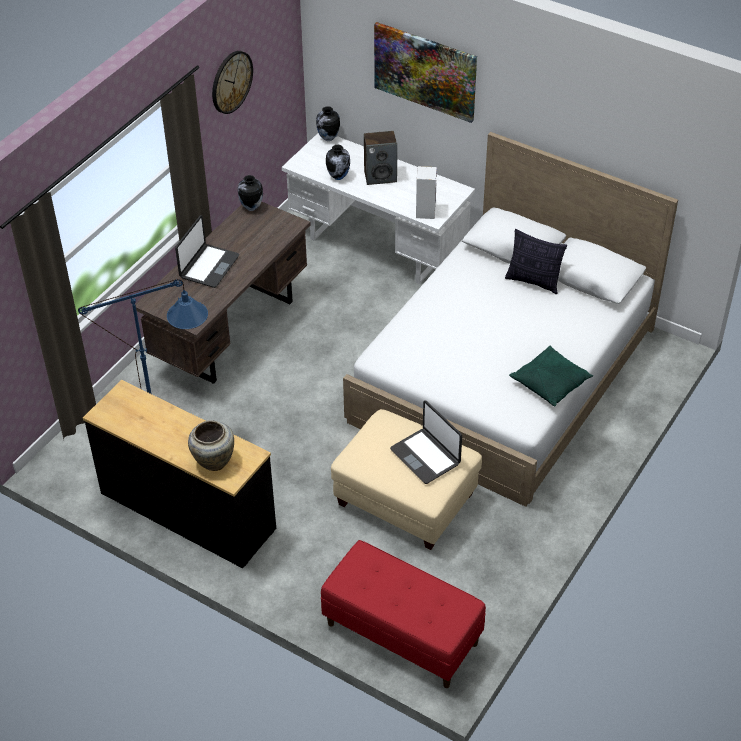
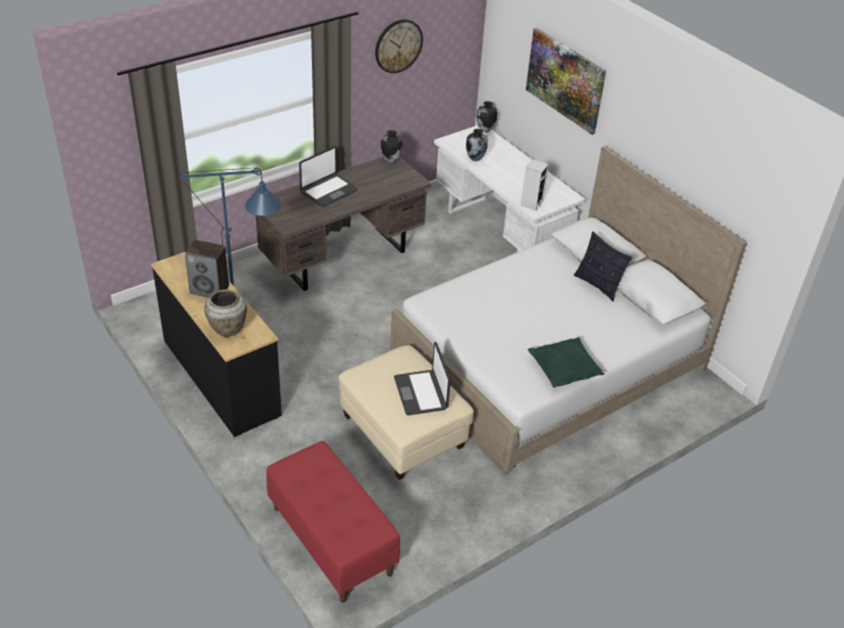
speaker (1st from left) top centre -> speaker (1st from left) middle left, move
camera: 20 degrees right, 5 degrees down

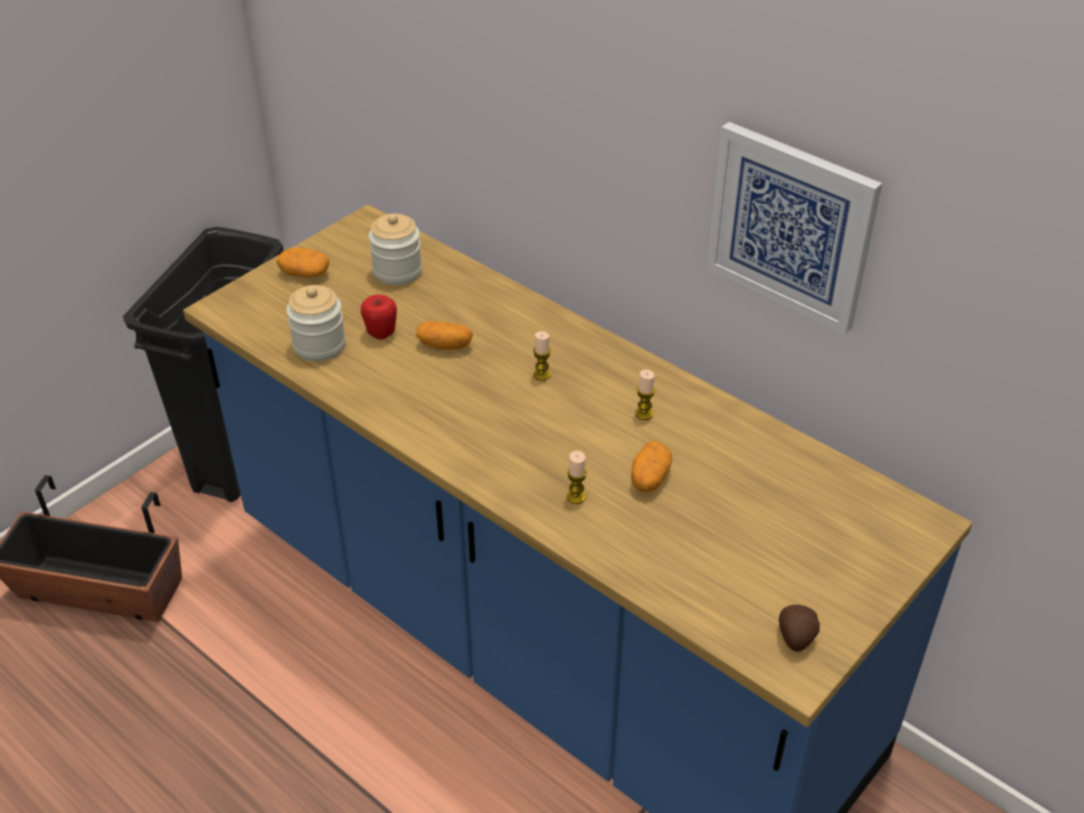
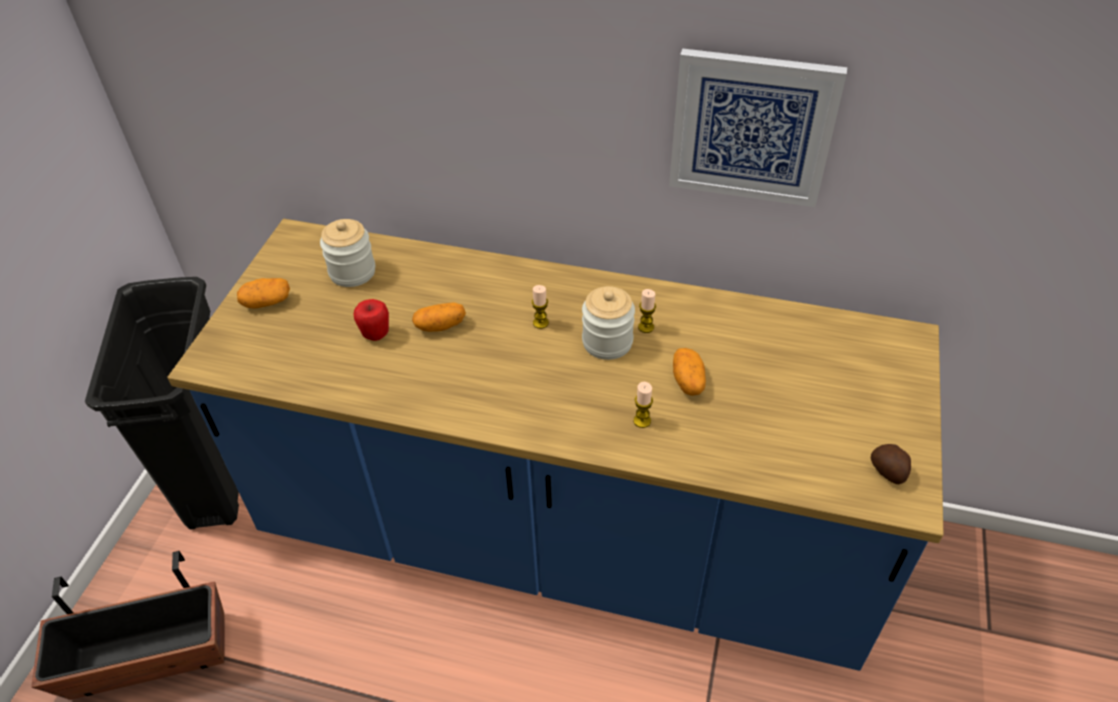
jar (1st from left in the first image) middle left -> jar (2nd from left) centre, move
camera: 25 degrees left, 5 degrees up

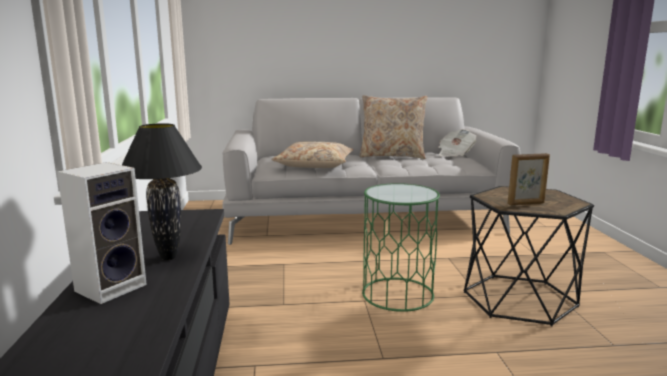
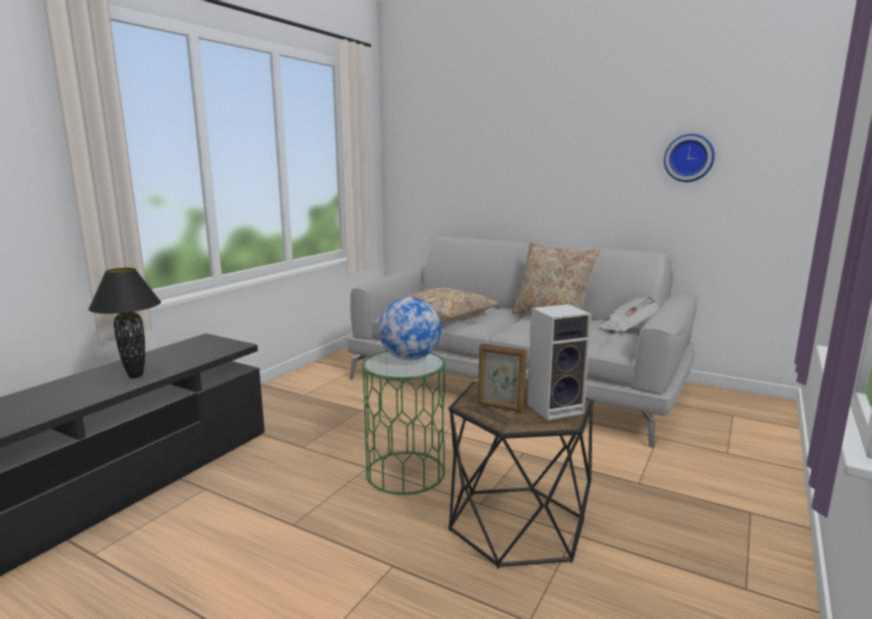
speaker middle left -> speaker centre, move
none -> wall clock top right
none -> globe centre
camera: 35 degrees right, 0 degrees up

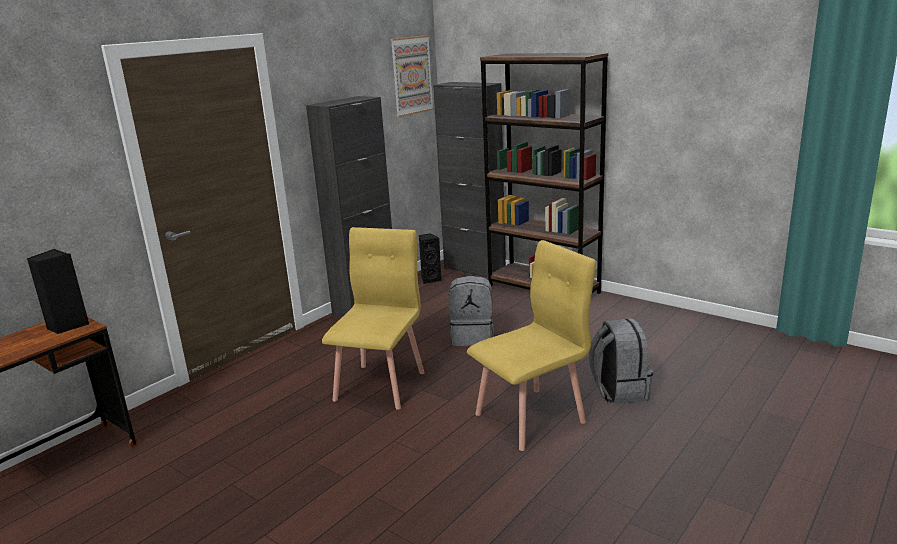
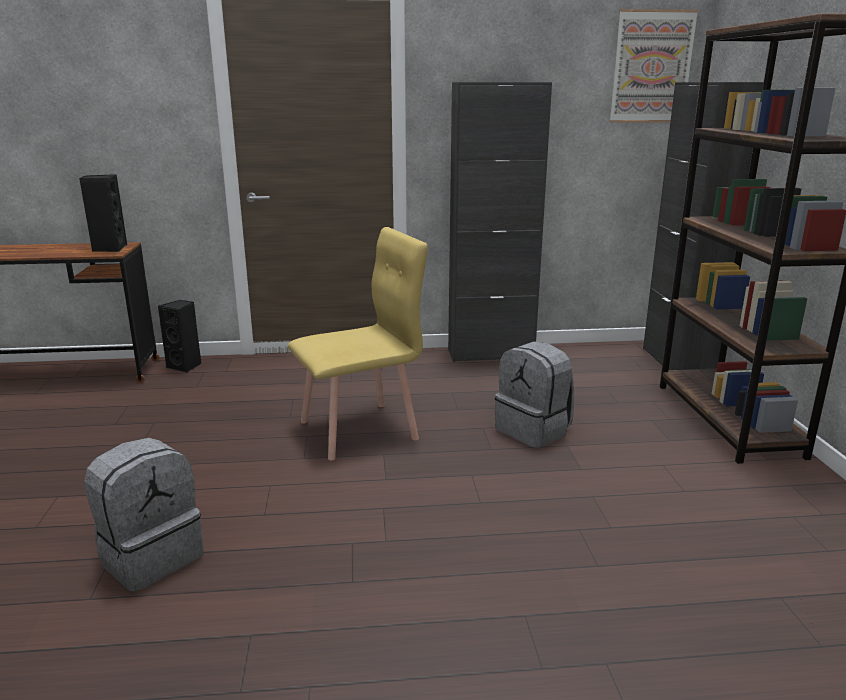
black speaker (2nd from left) centre -> black speaker (2nd from left) middle left, move
yellow chair (2nd from left) centre -> none
grey backpack (2nd from left in the first image) middle right -> grey backpack (1st from left) bottom left, move
camera: 45 degrees right, 0 degrees up

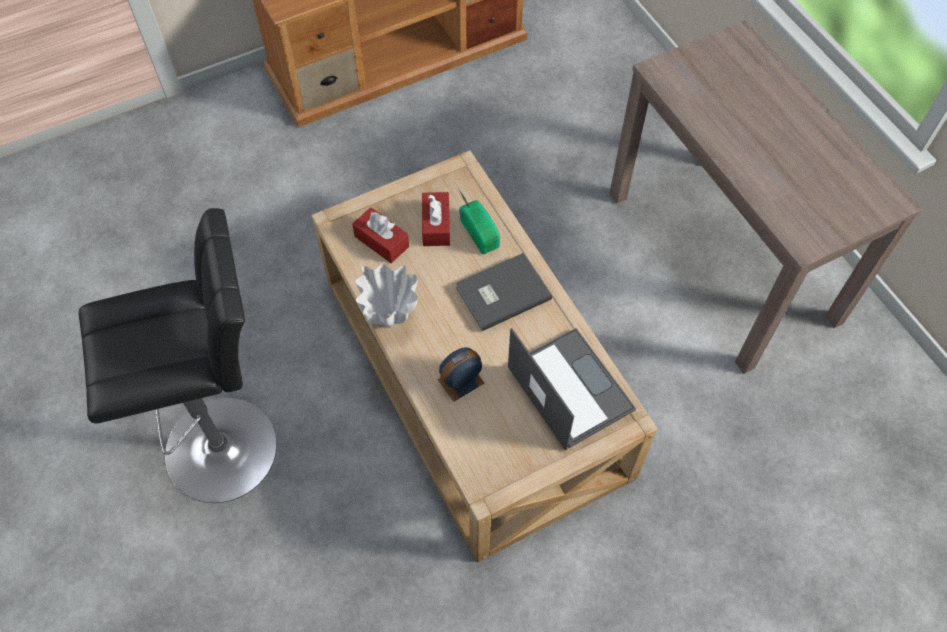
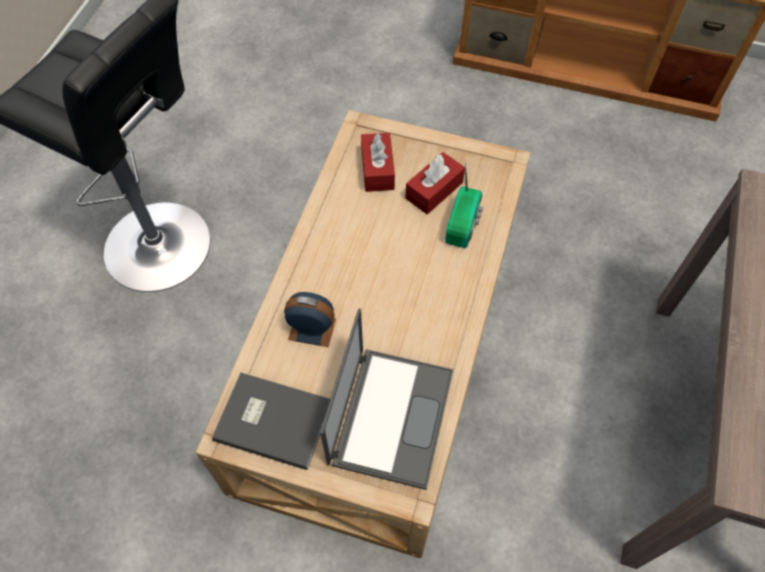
grey book centre -> grey book bottom centre, move
white vase centre -> none
camera: 45 degrees right, 0 degrees up

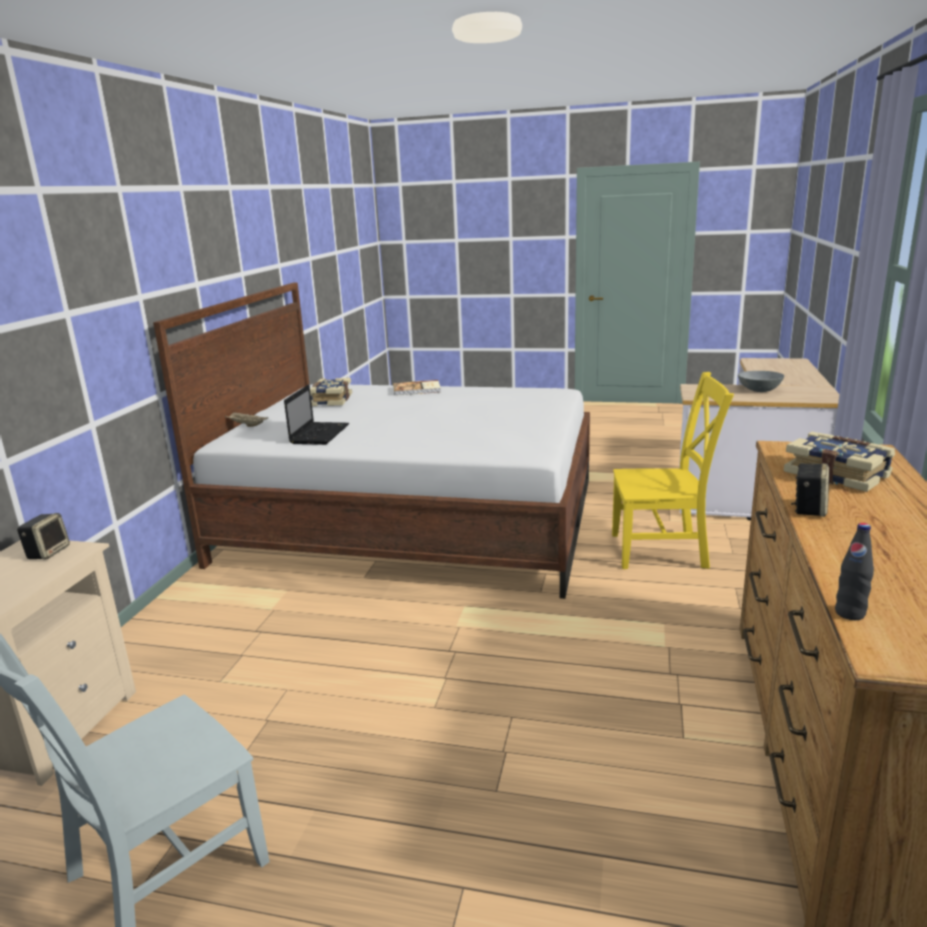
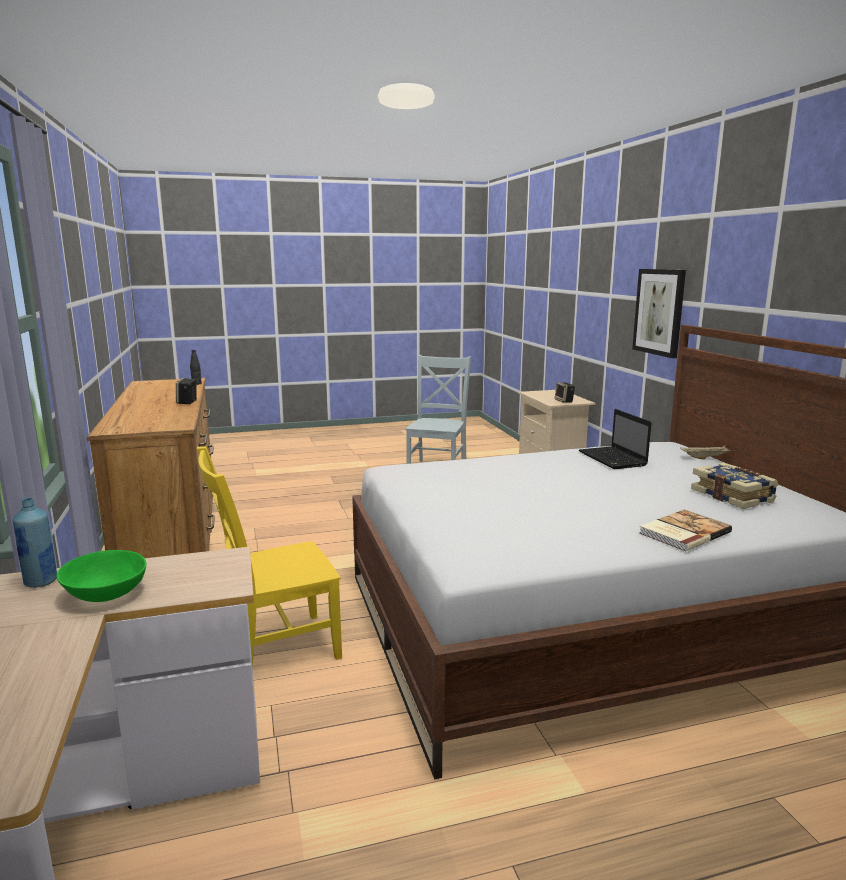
grey bowl middle right -> green bowl middle left
book (3rd from left) middle right -> none
none -> picture middle right
none -> blue bottle middle left
camera: 150 degrees right, 5 degrees down

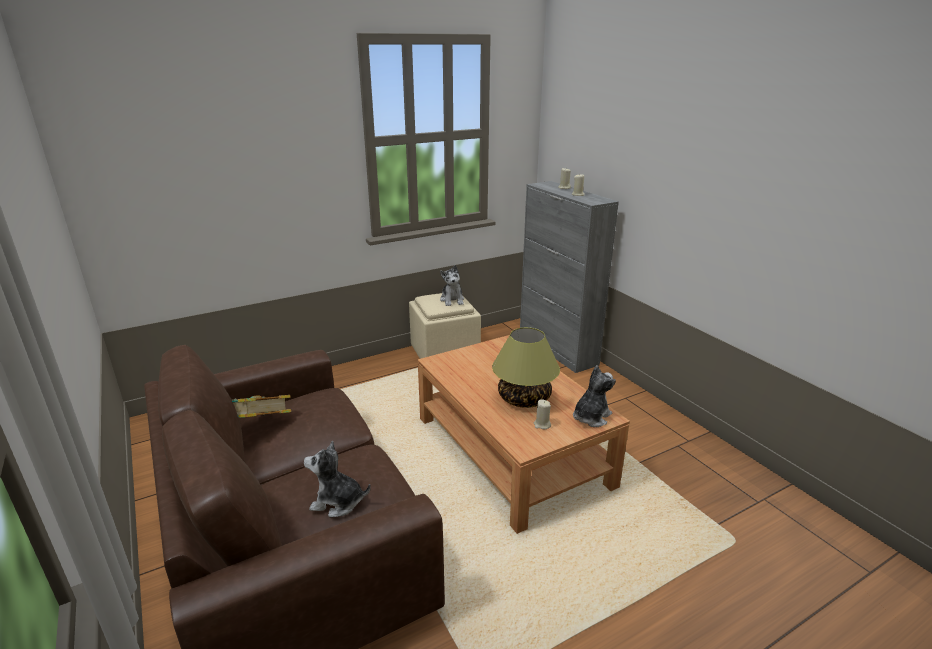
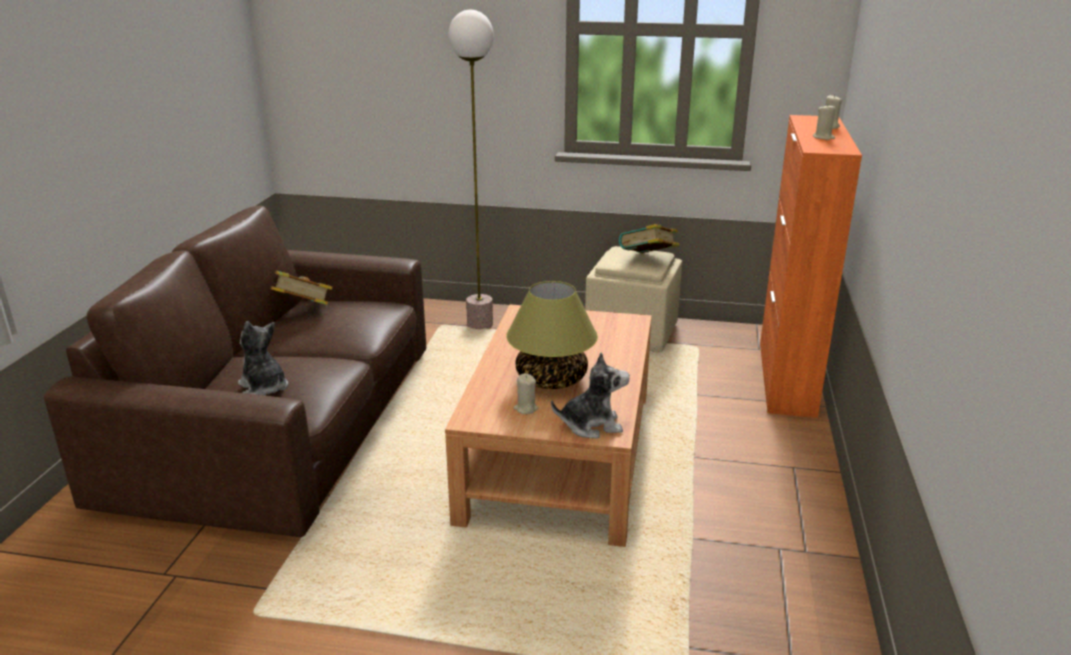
grey cabinet centre -> orange cabinet middle right
plush toy (2nd from left) centre -> book (2nd from left) centre
none -> floor lamp top centre
camera: 40 degrees right, 0 degrees up

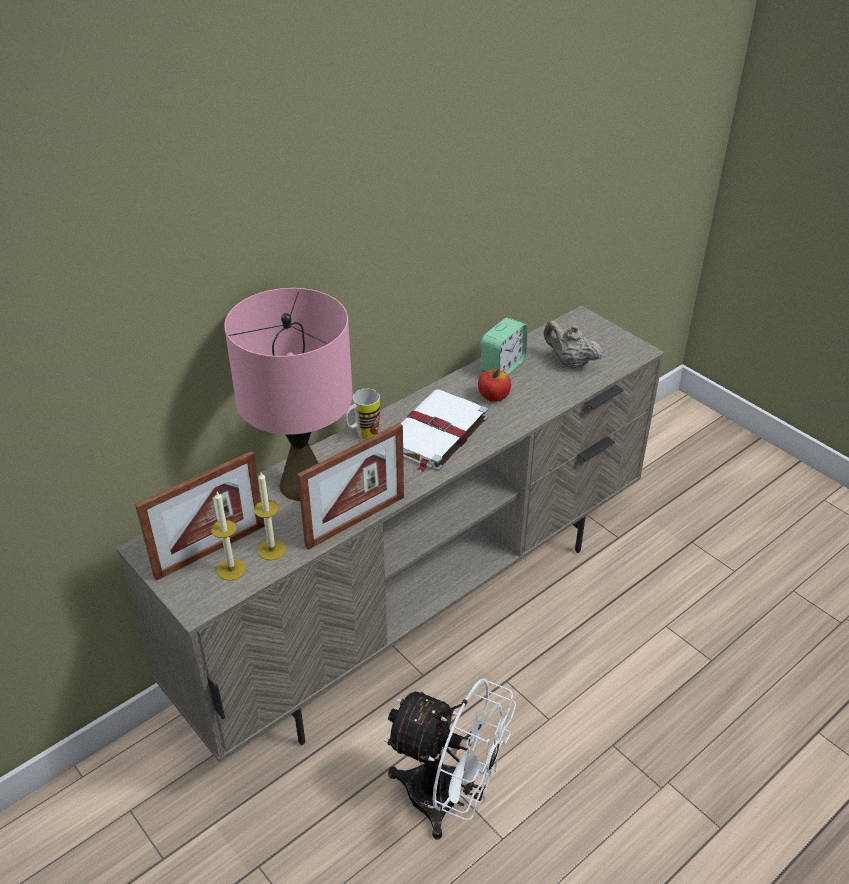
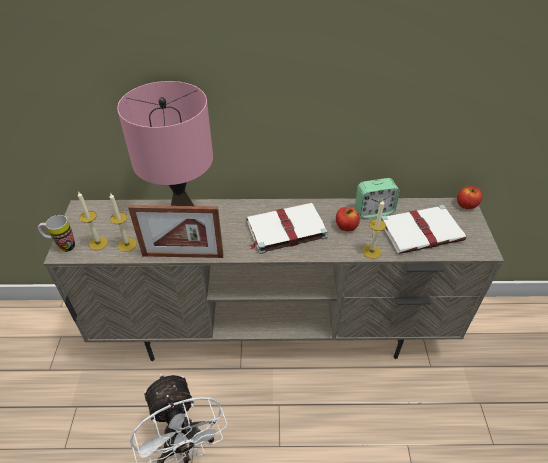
beige teapot middle right -> white book (2nd from left) middle right
mug centre -> mug middle left, move
picture frame (1st from left) middle left -> none
none -> apple (2nd from left) middle right
none -> candle (3rd from left) middle right
camera: 40 degrees right, 5 degrees up

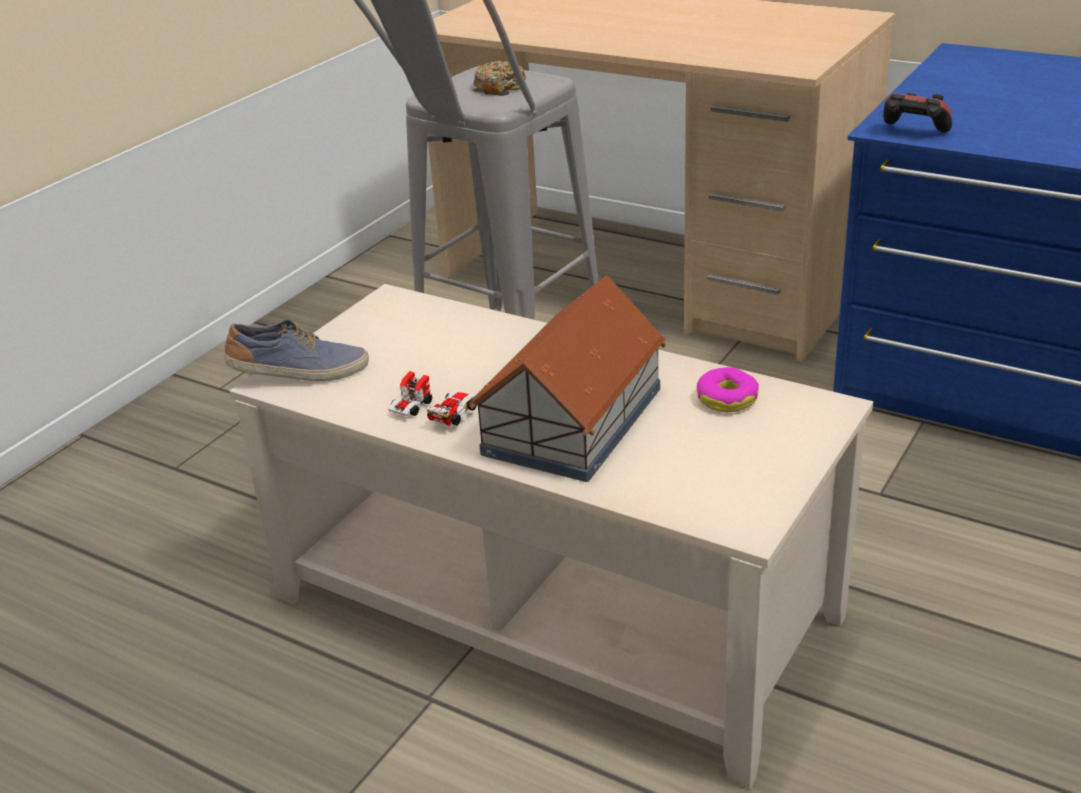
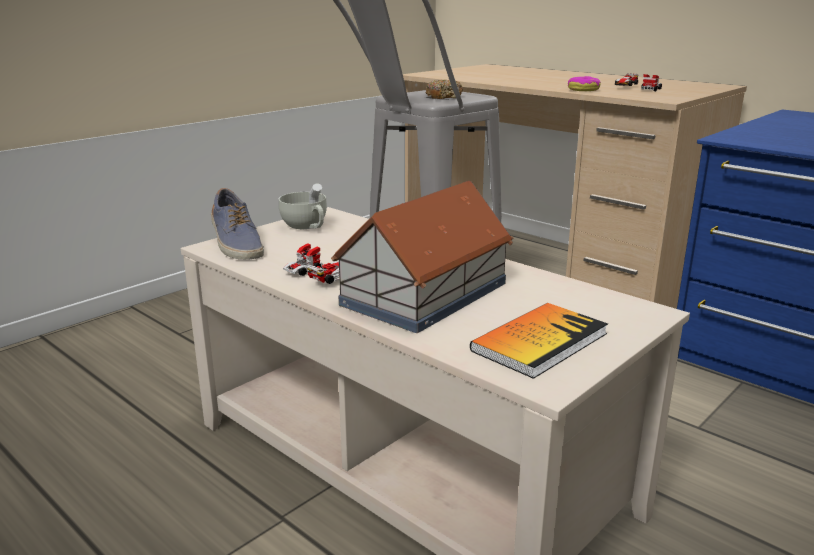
game controller top right -> none
shoe middle left, 60 degrees clockwise
donut (2nd from left) middle right -> donut (2nd from left) top right, move
none -> toy car (2nd from left) top right
none -> white cup centre
none -> book centre
camera: 10 degrees right, 10 degrees down

